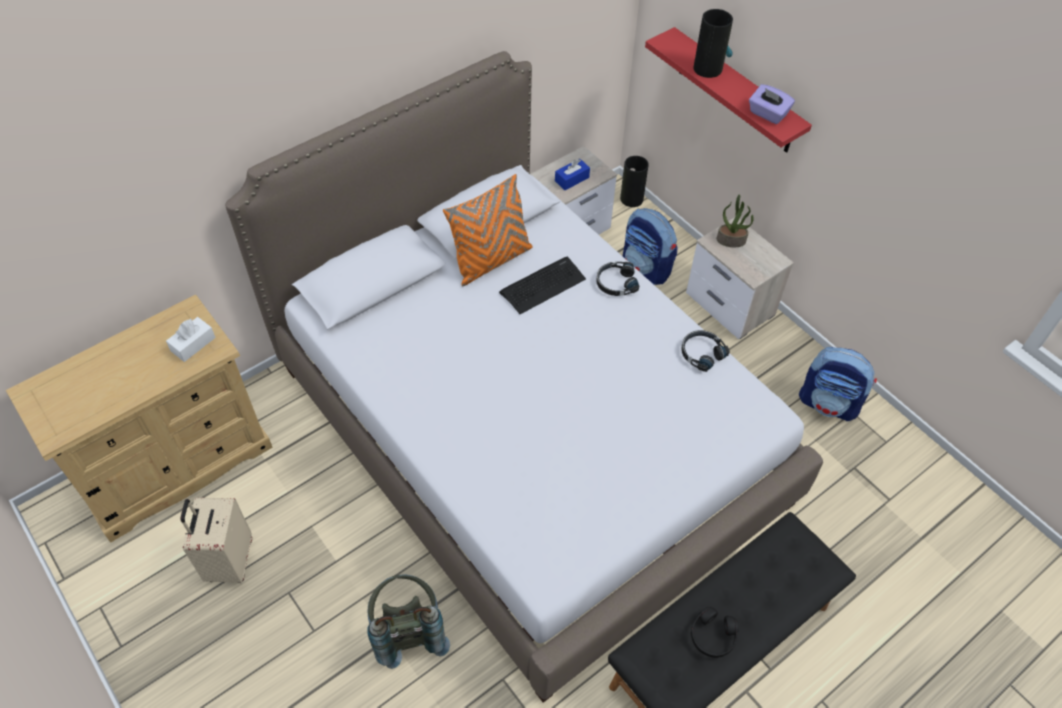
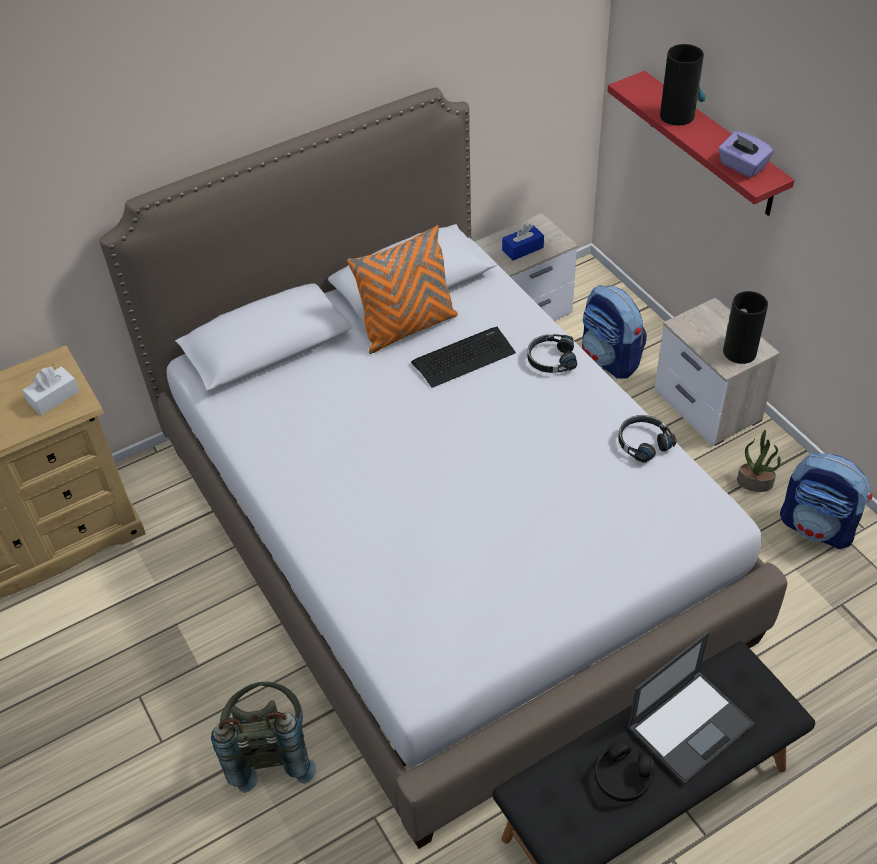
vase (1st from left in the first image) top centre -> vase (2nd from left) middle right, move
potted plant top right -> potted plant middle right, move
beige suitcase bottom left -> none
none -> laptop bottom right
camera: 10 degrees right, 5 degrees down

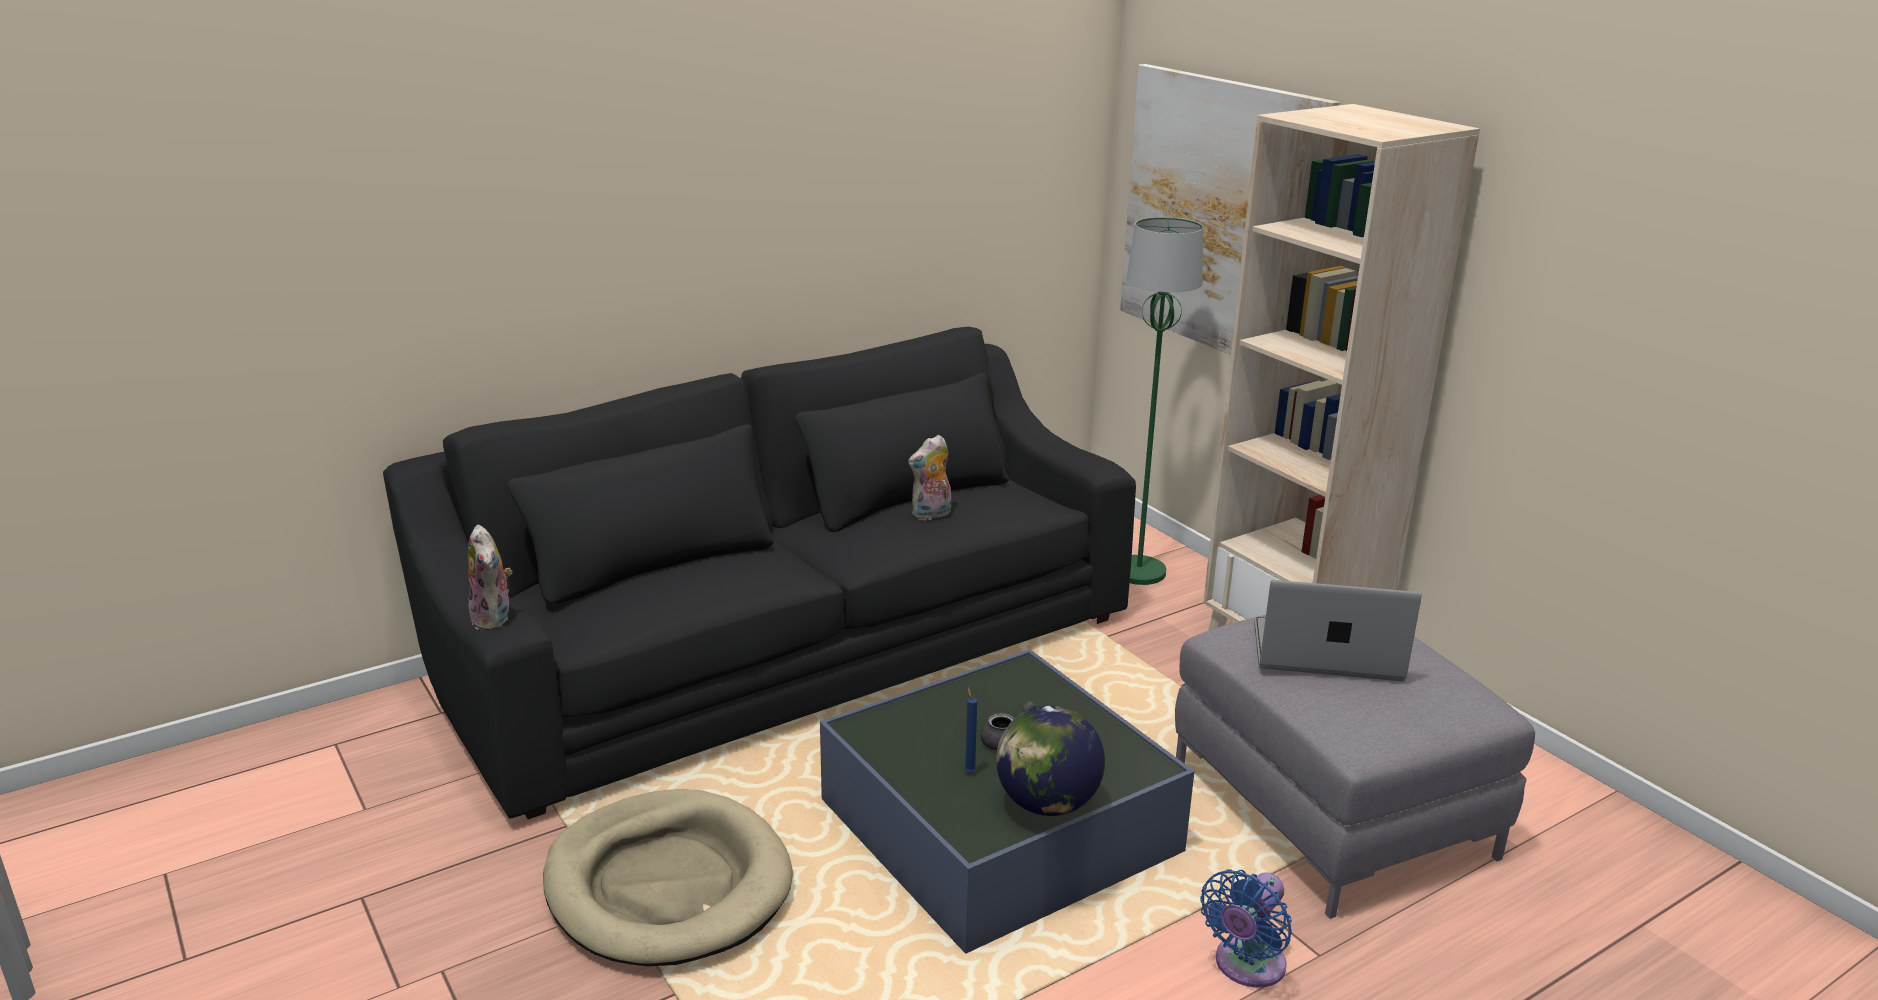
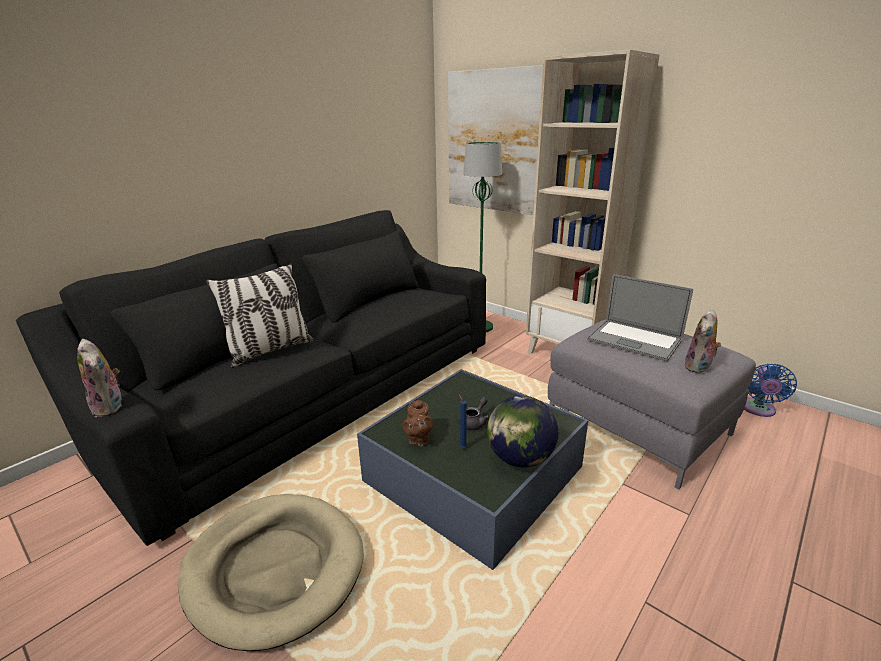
plush toy (2nd from left) centre -> plush toy (2nd from left) middle right, move
laptop middle right, 135 degrees counterclockwise
blue fan bottom centre -> blue fan middle right, move
none -> pillow middle left
none -> brown teapot centre
camera: 15 degrees left, 0 degrees up

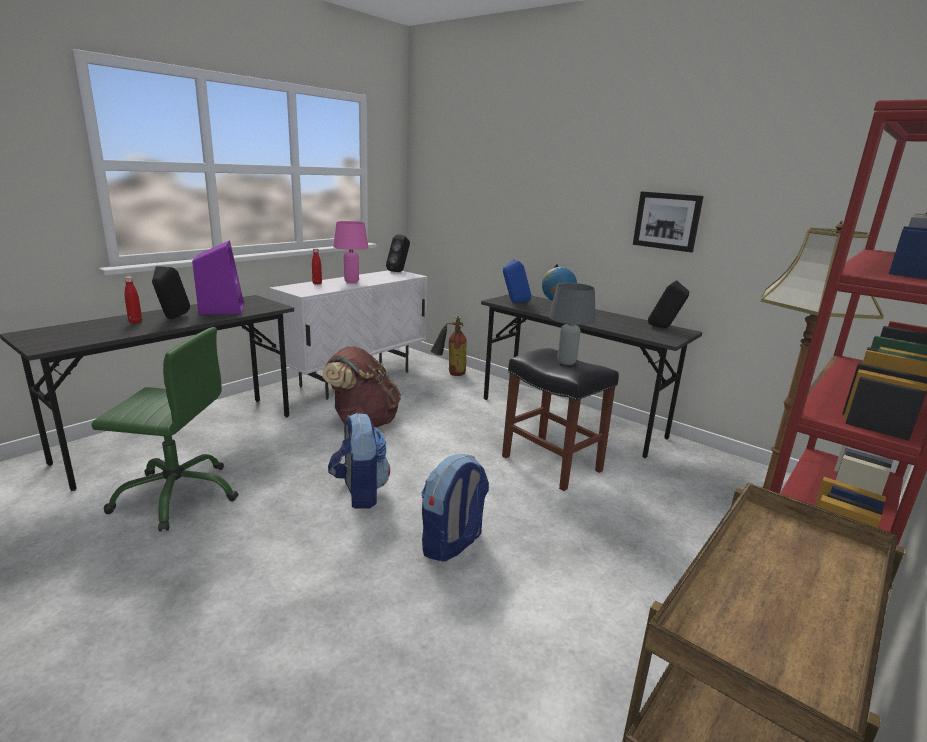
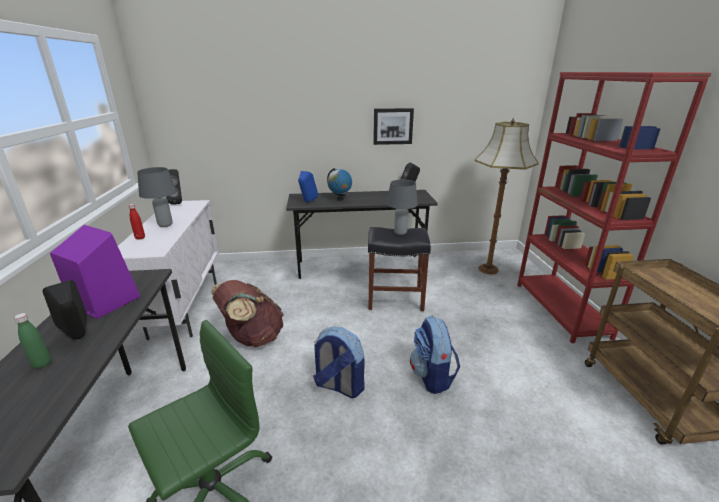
pink table lamp centre -> grey table lamp (1st from left) middle left
red bottle (1st from left) middle left -> green bottle bottom left
fire extinguisher centre -> none
camera: 45 degrees left, 5 degrees up

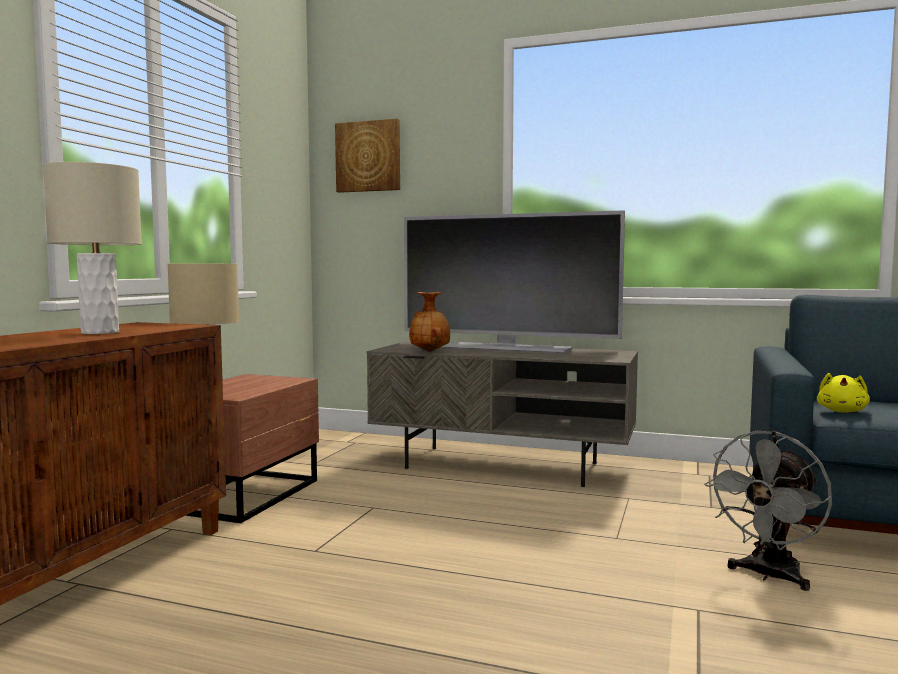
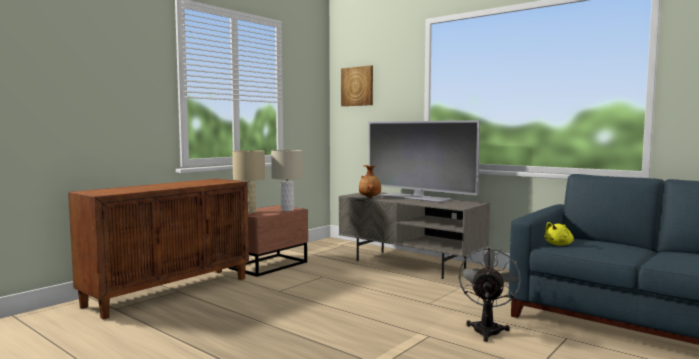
beige table lamp (1st from left in the first image) middle left -> beige table lamp (2nd from left) centre, move
grey fan bottom right, 135 degrees clockwise
camera: 20 degrees right, 0 degrees up

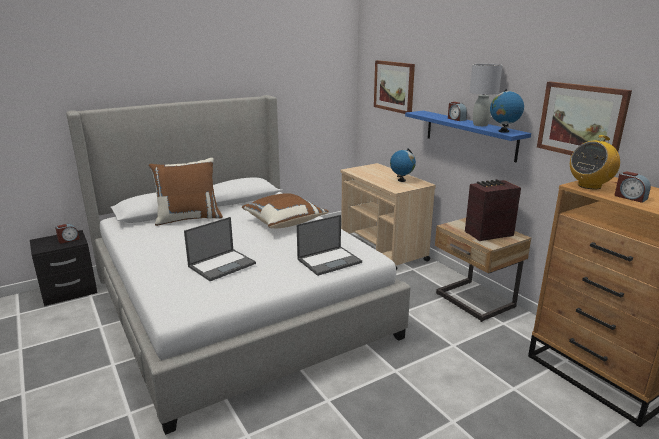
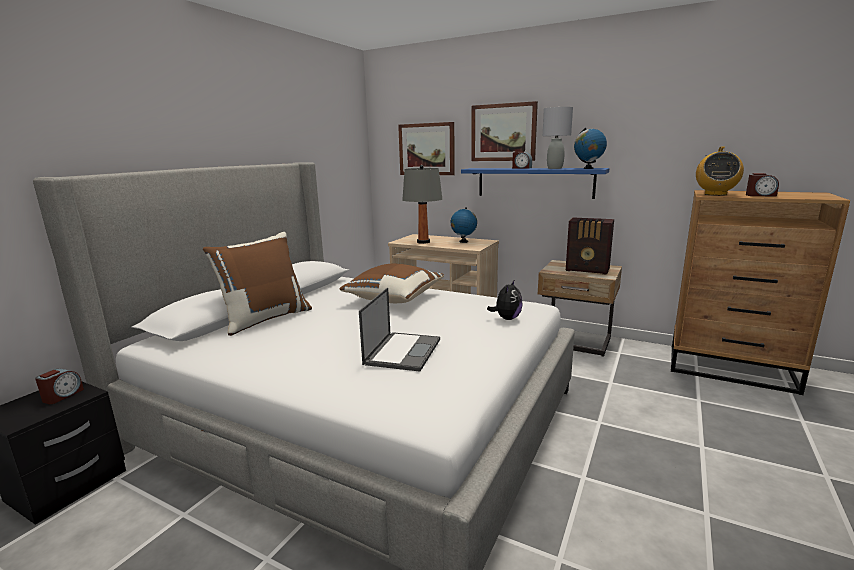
picture (2nd from left) top right -> picture (2nd from left) top centre, move
radio (1st from left) middle right, 105 degrees counterclockwise
laptop (2nd from left) centre -> plush toy centre
none -> grey table lamp (1st from left) centre
camera: 30 degrees left, 5 degrees down

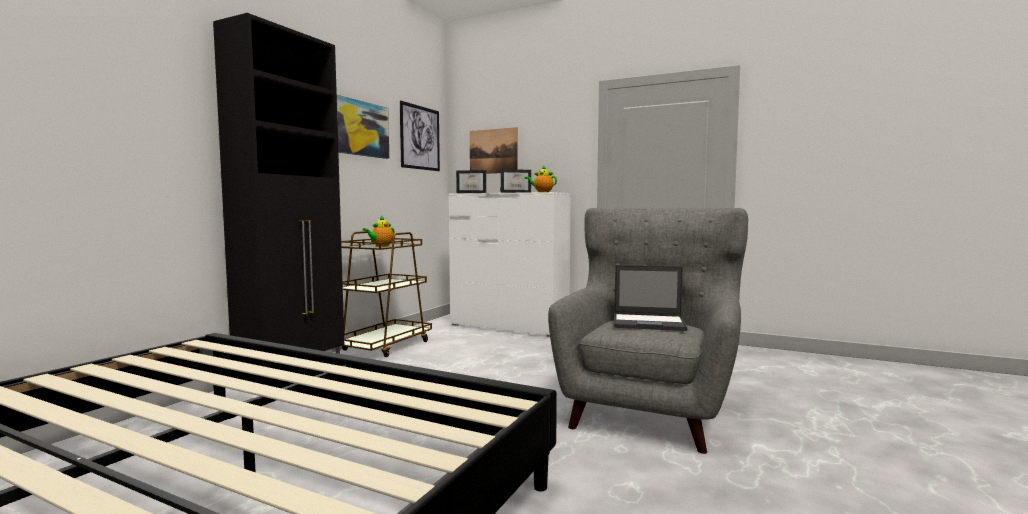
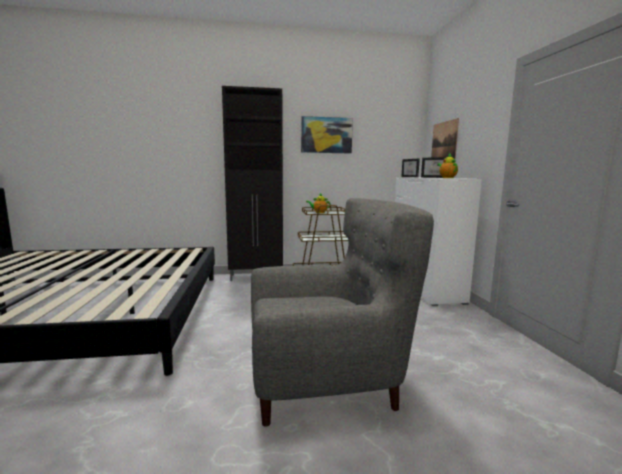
picture (2nd from left) top centre -> none
laptop centre -> none
camera: 55 degrees right, 5 degrees up

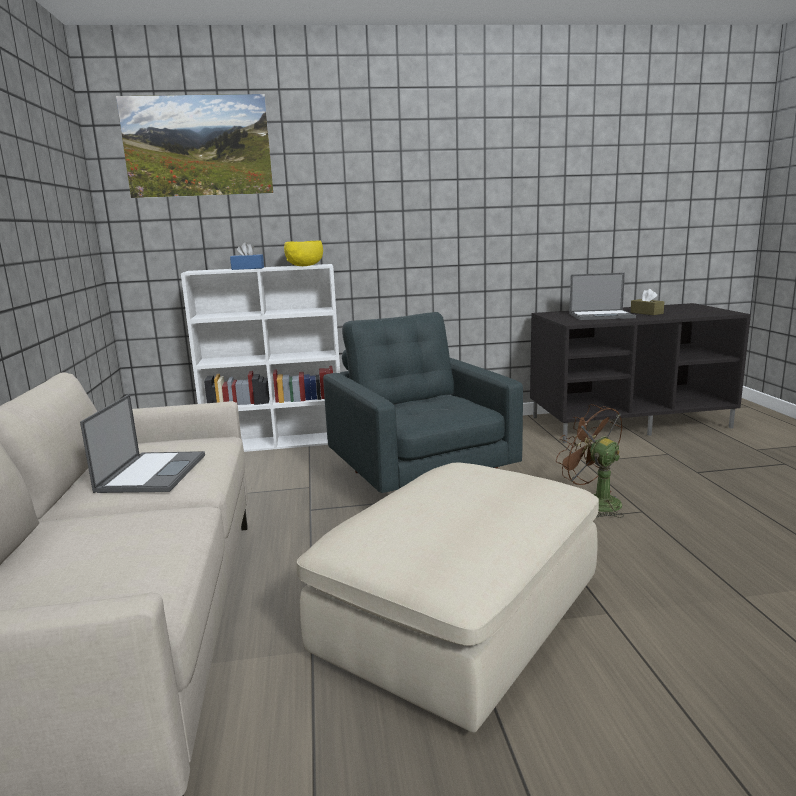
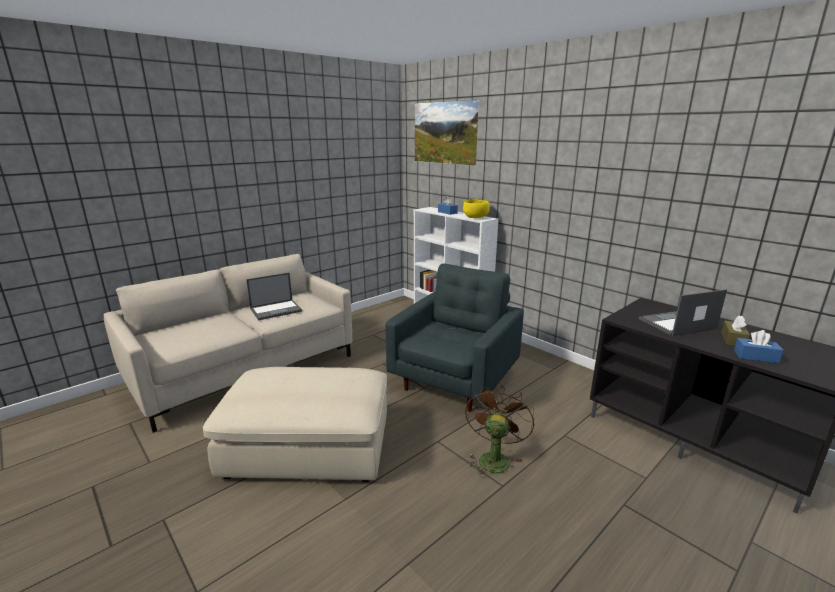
laptop (2nd from left) middle right, 105 degrees clockwise
none -> blue tissue box (2nd from left) middle right
camera: 55 degrees right, 5 degrees up

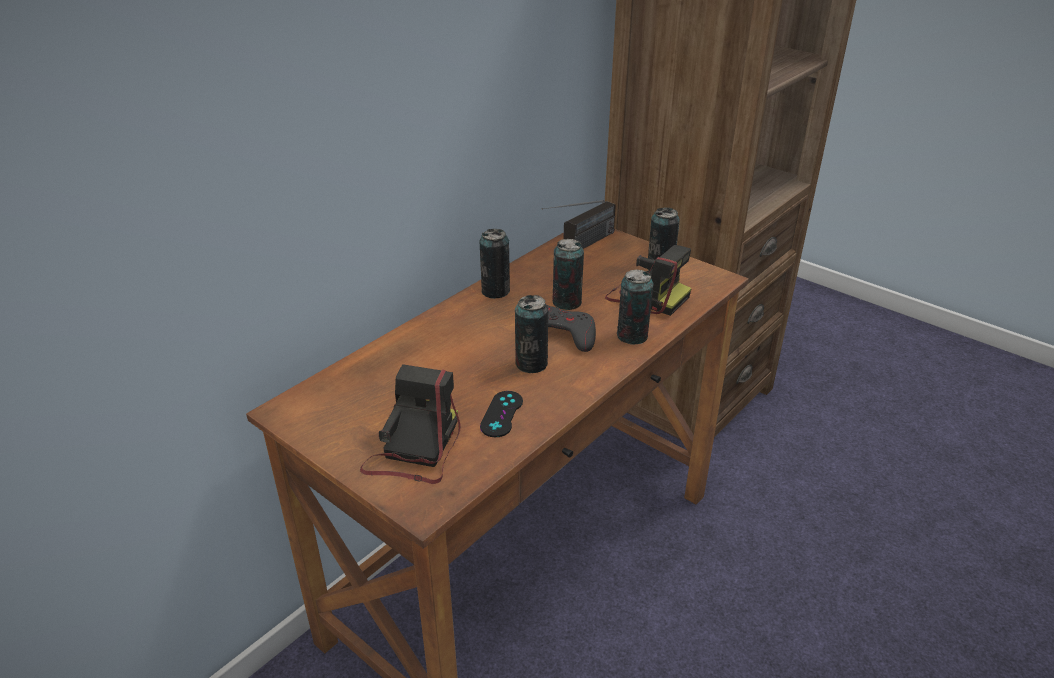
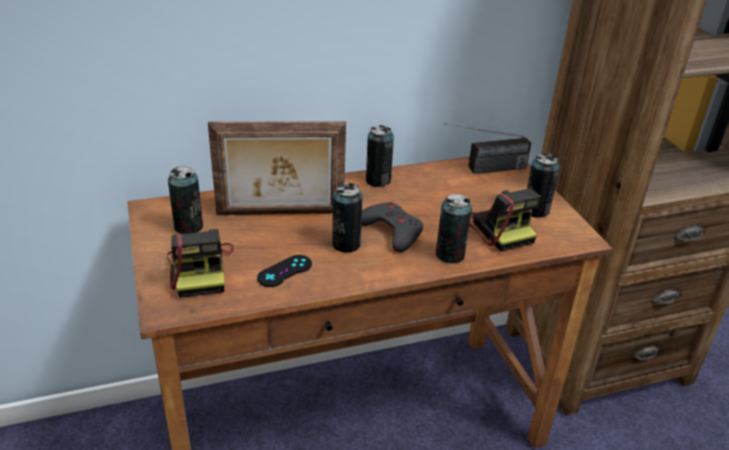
can (3rd from left in the first image) centre -> can (1st from left) middle left, move
photo camera (1st from left) centre -> photo camera (1st from left) middle left, 120 degrees clockwise
none -> picture frame centre
camera: 30 degrees right, 0 degrees up

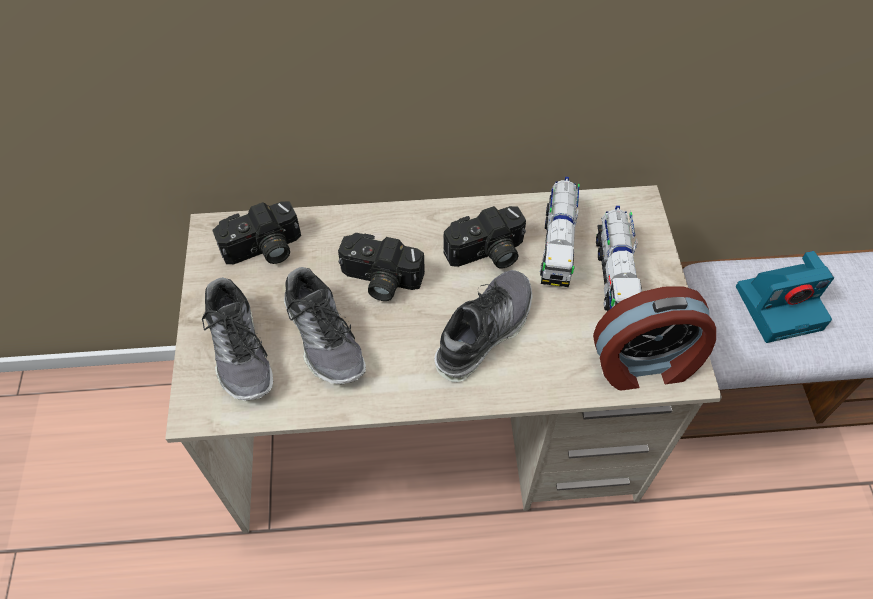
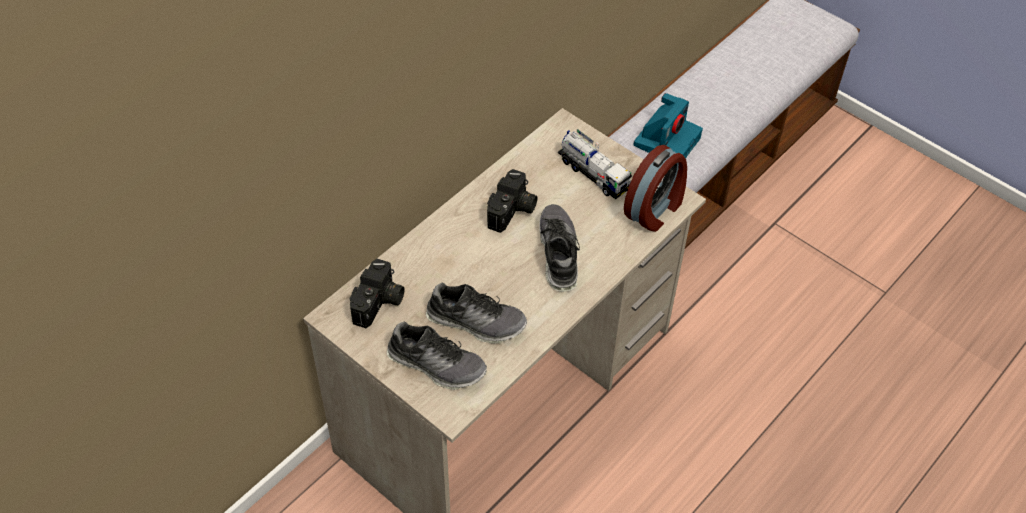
toy truck (1st from left) centre -> none
photo camera (2nd from left) centre -> none
camera: 45 degrees left, 5 degrees down

